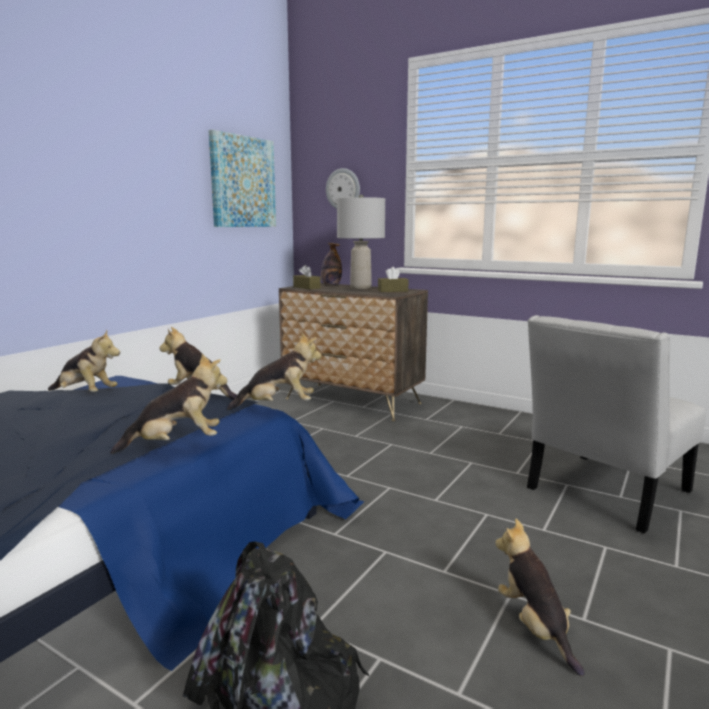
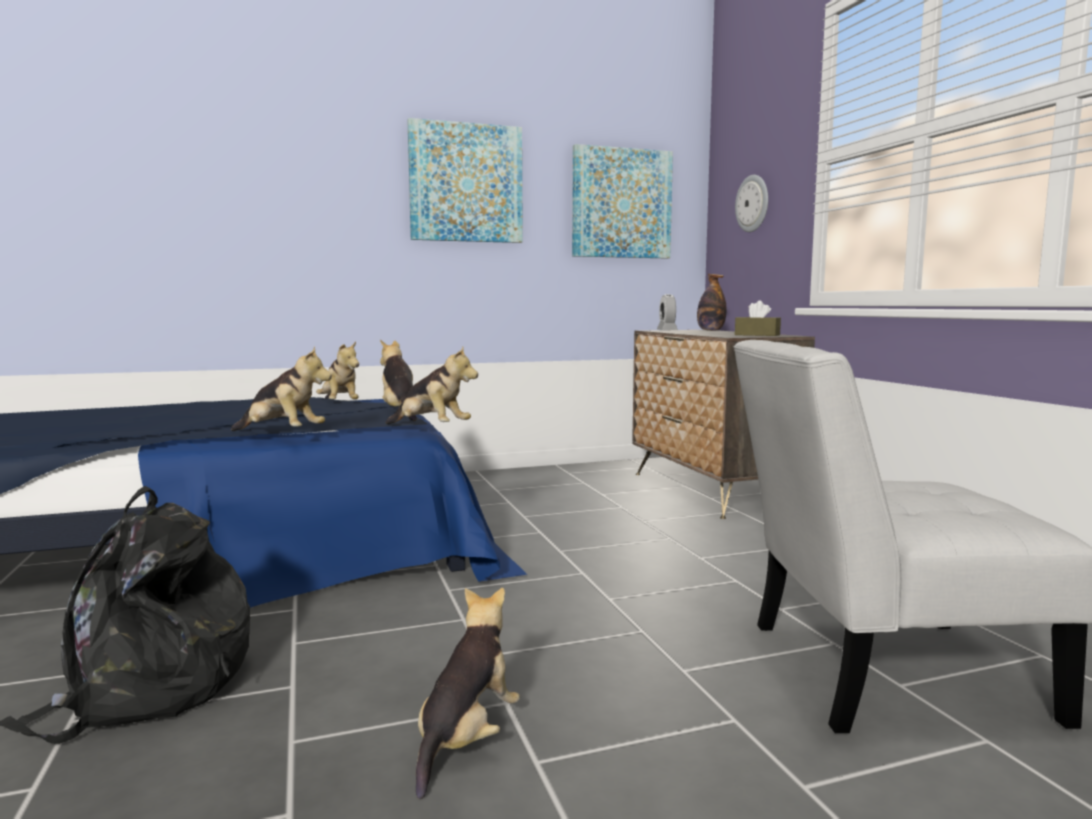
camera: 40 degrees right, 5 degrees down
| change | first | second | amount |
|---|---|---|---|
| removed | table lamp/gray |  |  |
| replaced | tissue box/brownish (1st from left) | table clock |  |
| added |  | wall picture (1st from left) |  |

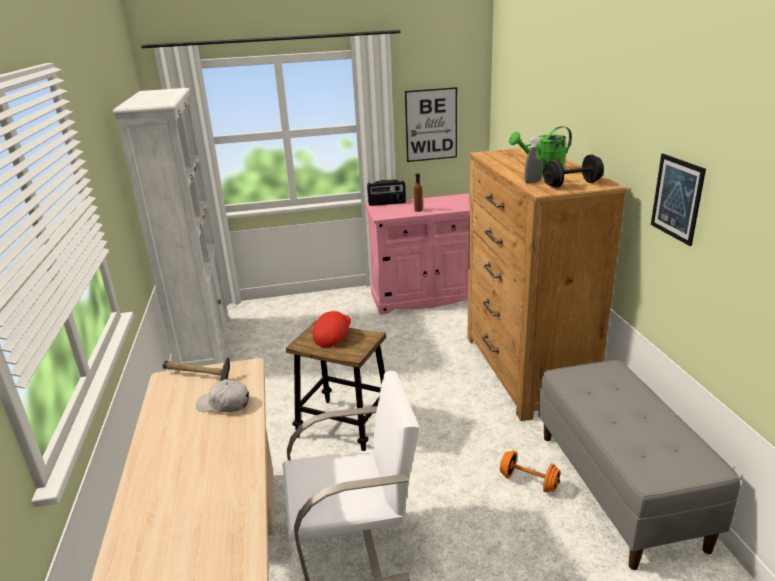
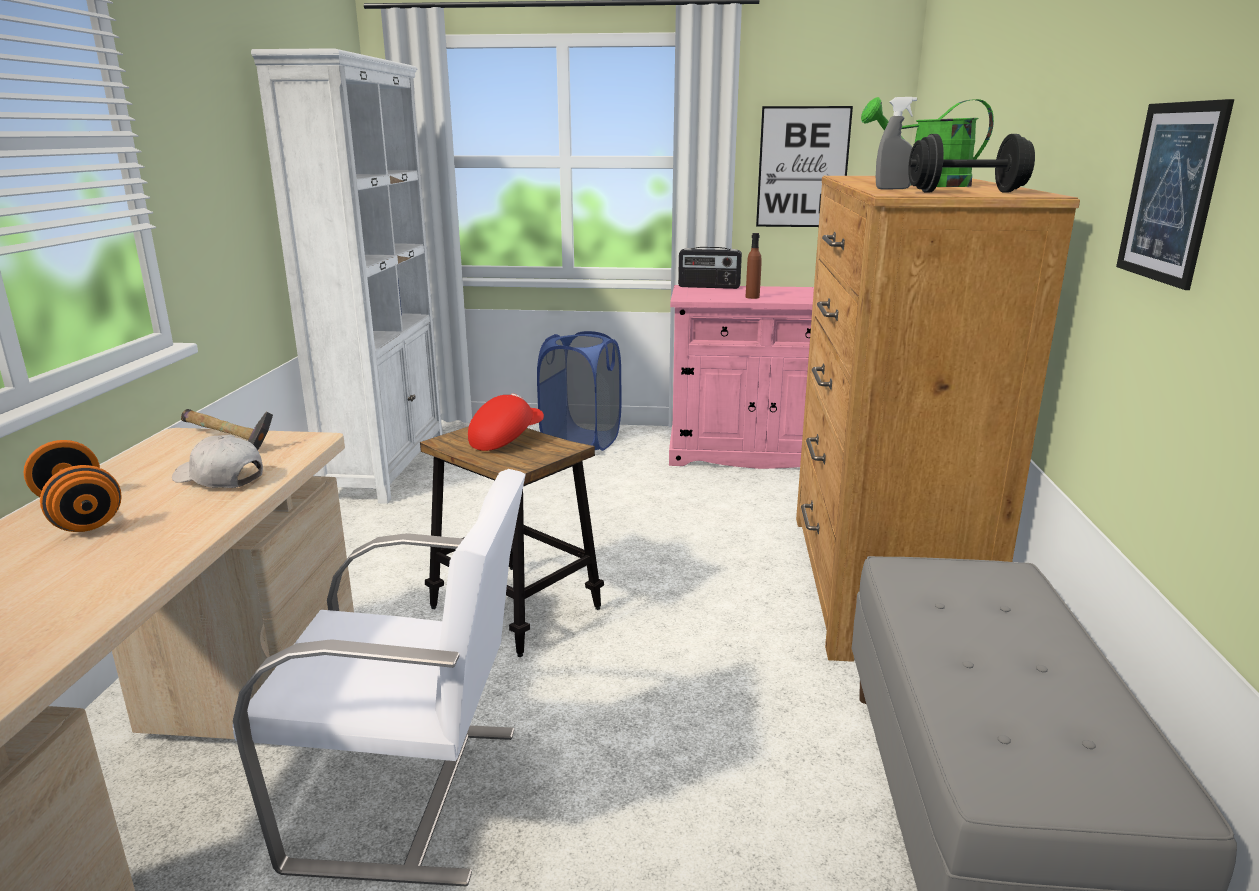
camera: 15 degrees right, 5 degrees down
| change | first | second | amount |
|---|---|---|---|
| moved | free weight/orange-coloured |  |  |
| added |  | washing basket/blue |  |

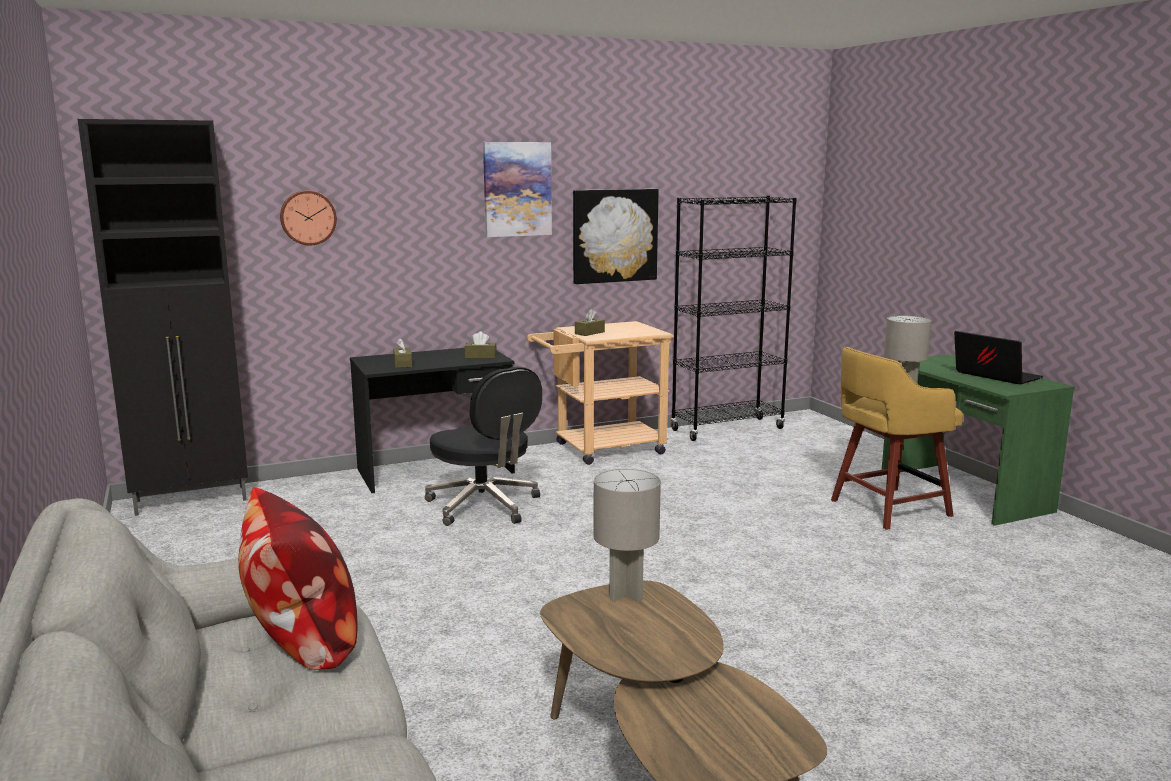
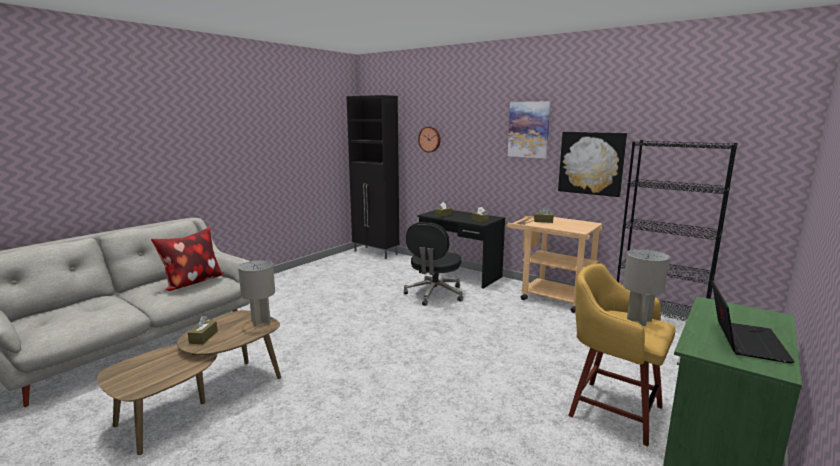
camera: 60 degrees right, 0 degrees up
| change | first | second | amount |
|---|---|---|---|
| added |  | tissue box/brownish (1st from left) |  |

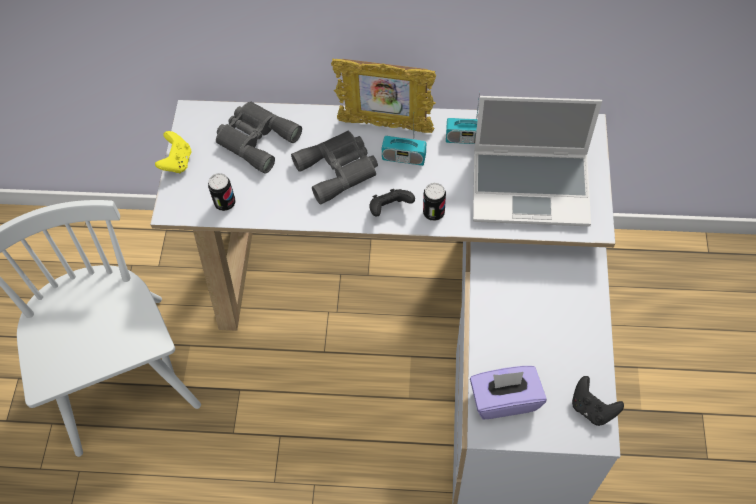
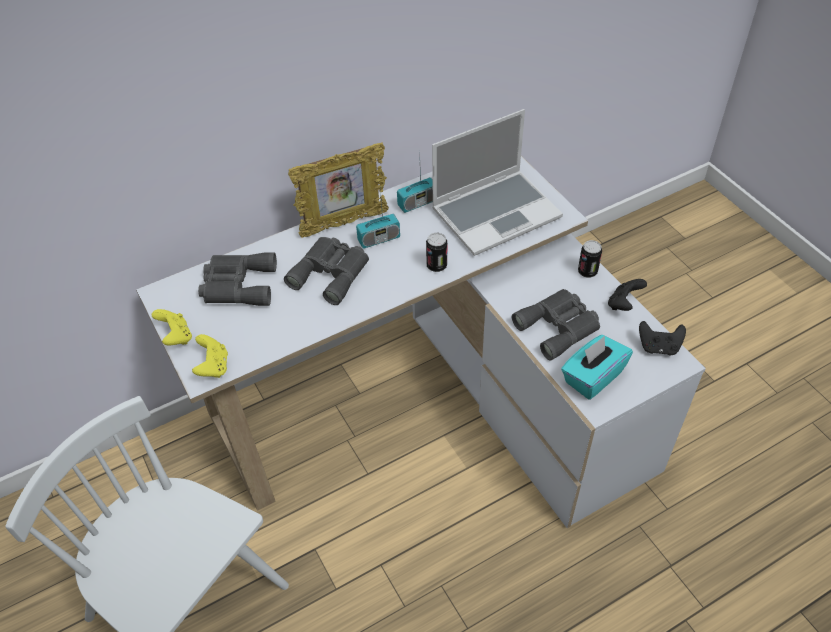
camera: 35 degrees left, 10 degrees down
| change | first | second | amount |
|---|---|---|---|
| moved | can (1st from left in the first image) | can (2nd from left) |  |
| moved | game controller/black (1st from left) |  |  |
| recoloured | tissue box/purplish | tissue box/turquoise |  |
| added |  | binoculars/gray (3rd from left) |  |
| added |  | game controller/yellow-coloured (2nd from left) |  |

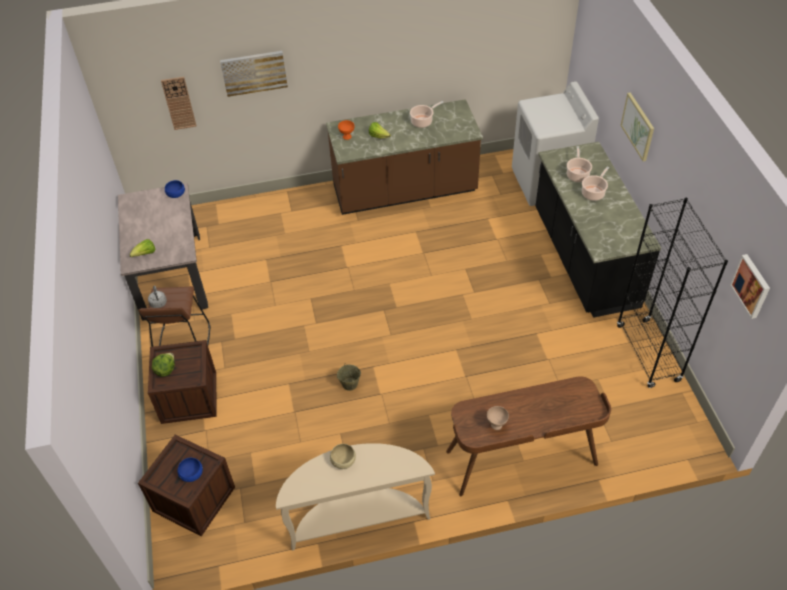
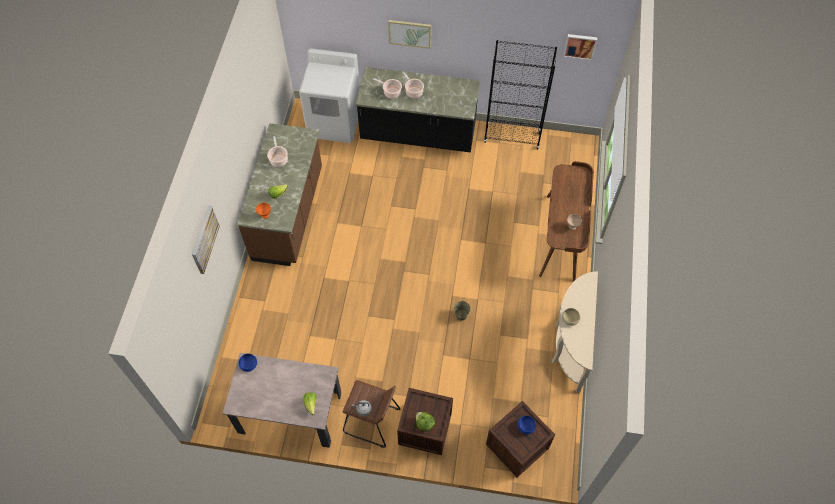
camera: 70 degrees left, 10 degrees up
| change | first | second | amount |
|---|---|---|---|
| removed | wall clock |  |  |

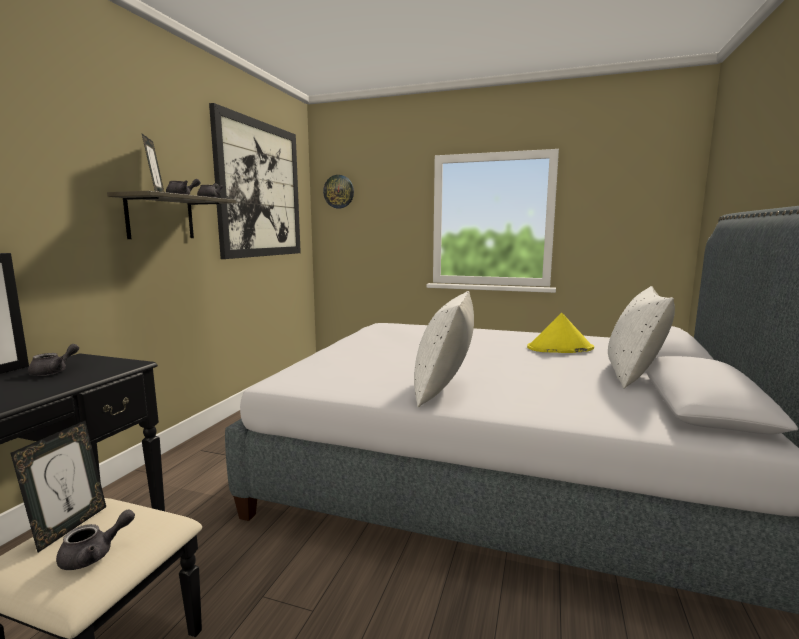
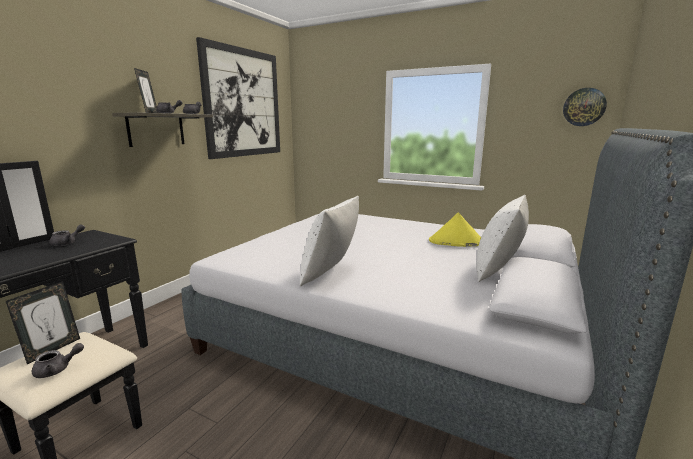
camera: 10 degrees right, 5 degrees up
| change | first | second | amount |
|---|---|---|---|
| moved | wall clock |  |  |

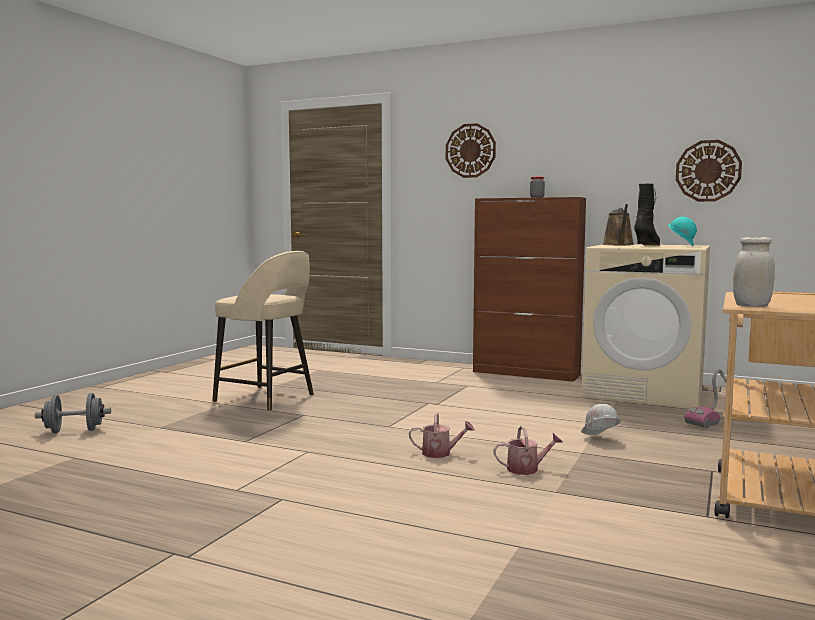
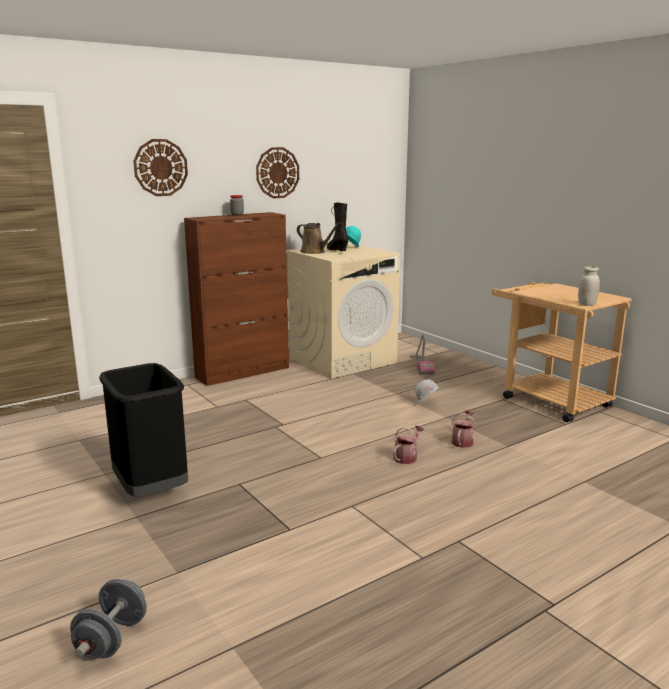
camera: 60 degrees left, 10 degrees up
| change | first | second | amount |
|---|---|---|---|
| moved | wall clock (2nd from left) |  |  |
| replaced | stool/beige | waste bin/black |  |

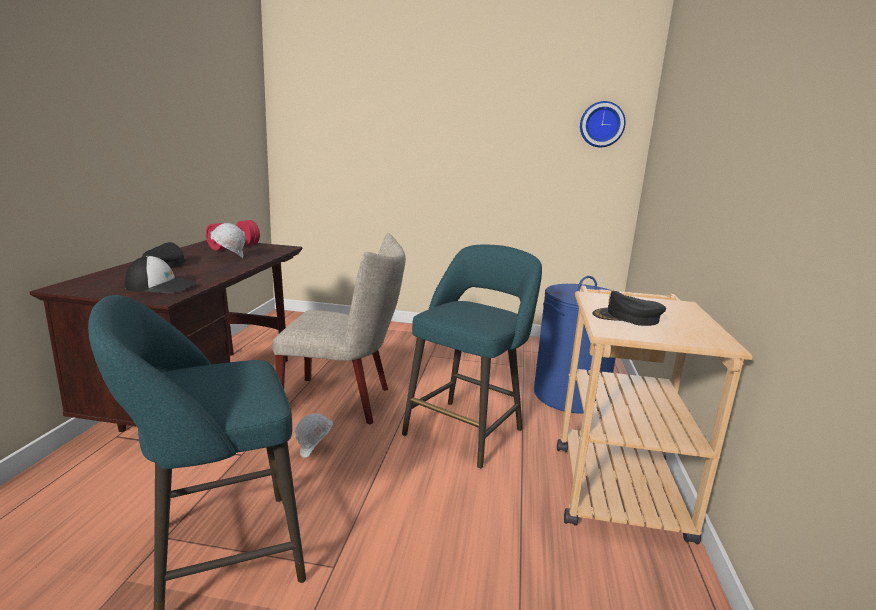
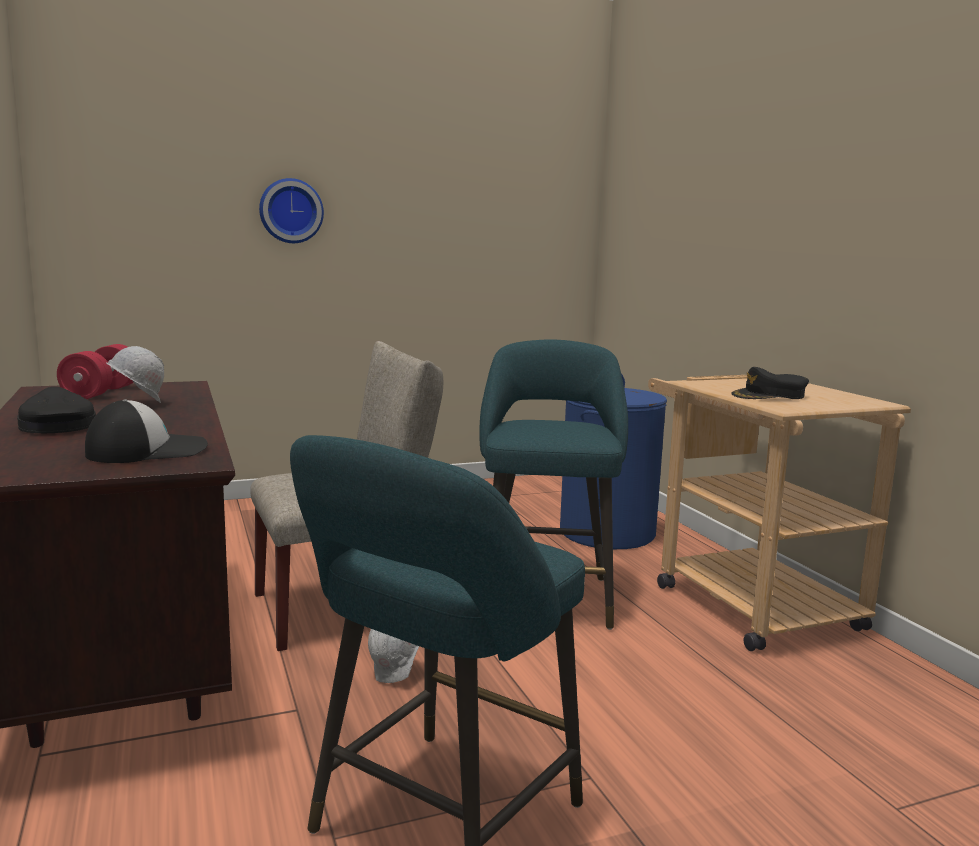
camera: 30 degrees left, 5 degrees down
| change | first | second | amount |
|---|---|---|---|
| moved | wall clock |  |  |

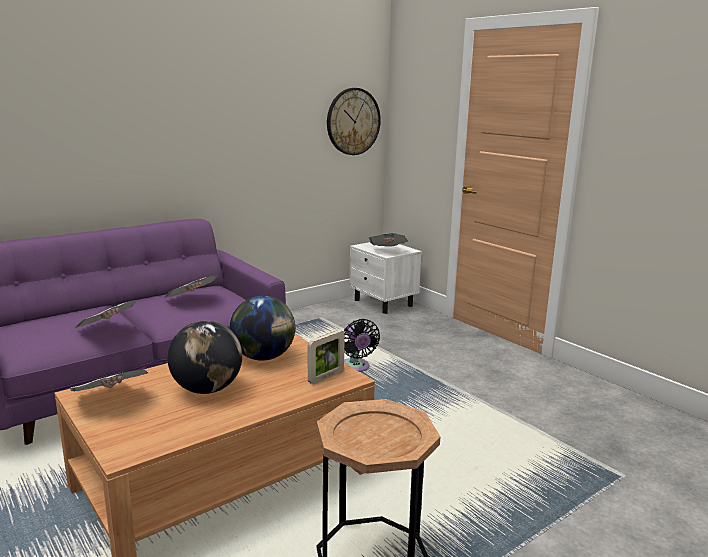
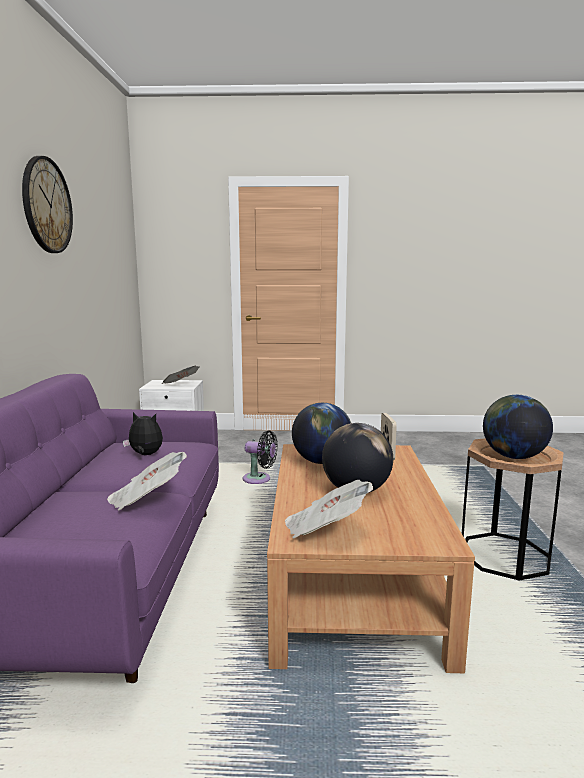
camera: 50 degrees left, 5 degrees down
| change | first | second | amount |
|---|---|---|---|
| moved | wall clock |  |  |
| replaced | newspaper (3rd from left) | soft toy |  |
| added |  | globe (3rd from left) |  |

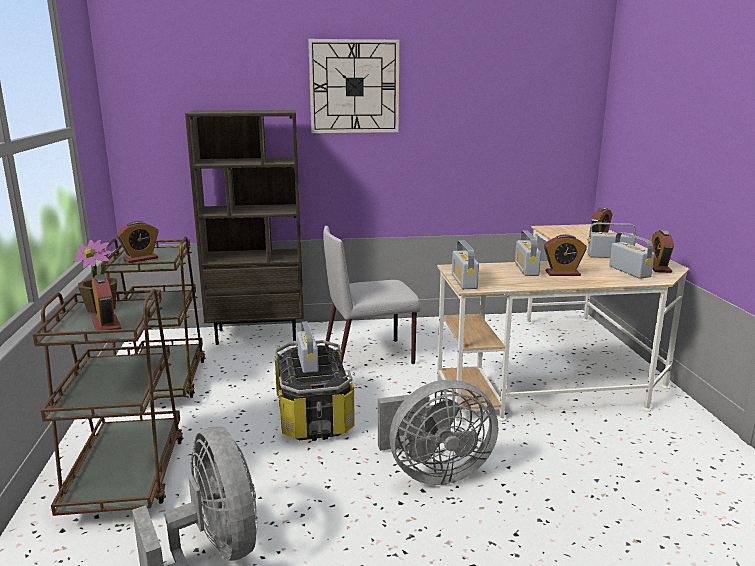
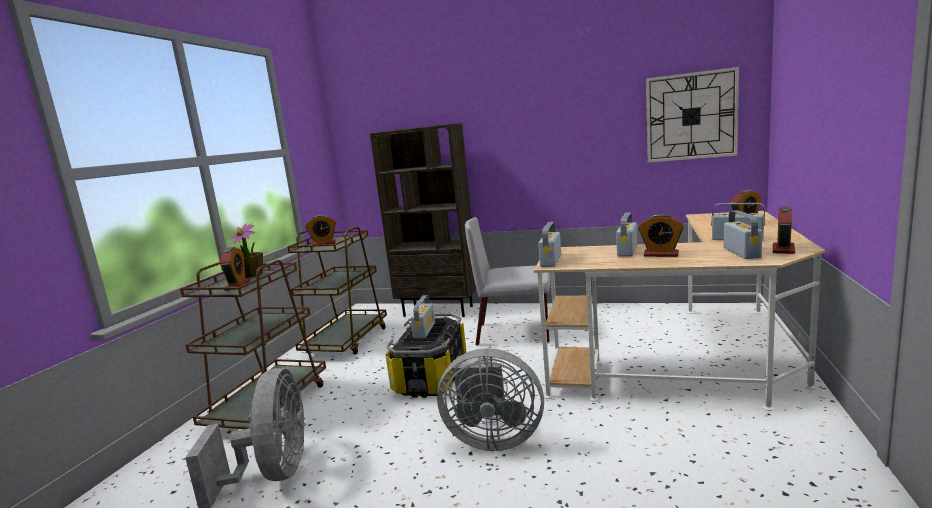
camera: 25 degrees right, 5 degrees down
| change | first | second | amount |
|---|---|---|---|
| moved | wall clock |  |  |

